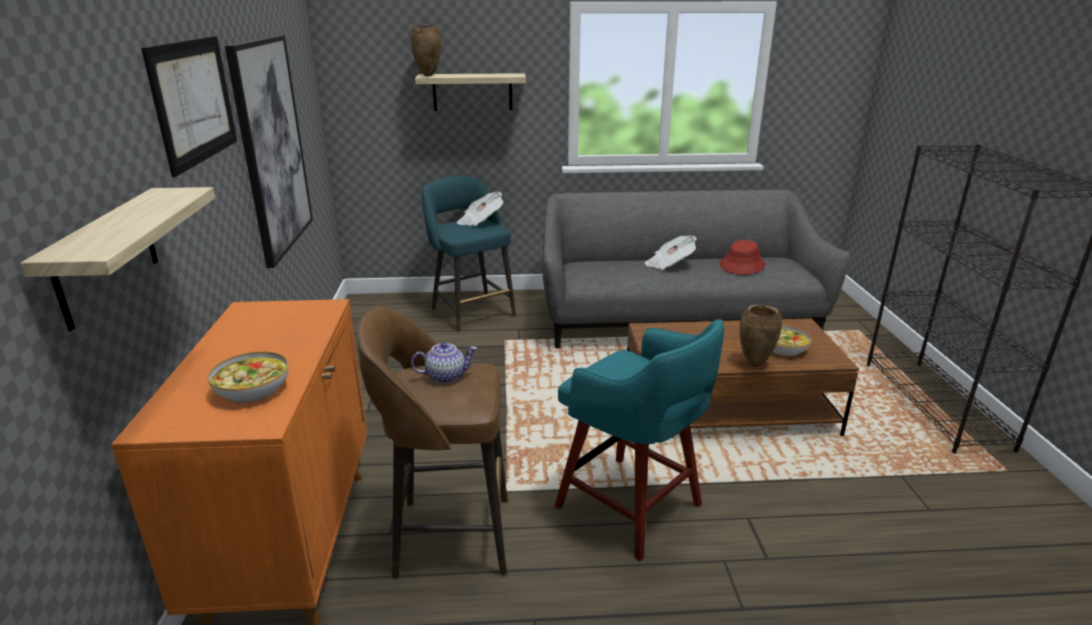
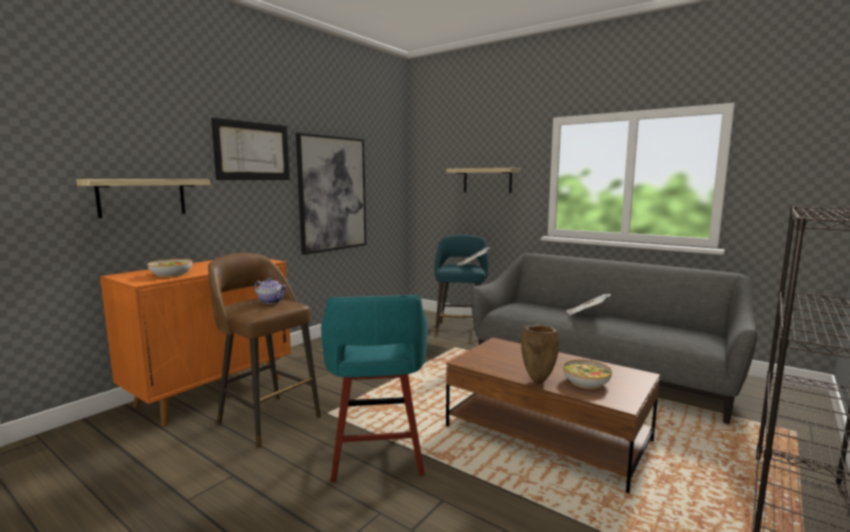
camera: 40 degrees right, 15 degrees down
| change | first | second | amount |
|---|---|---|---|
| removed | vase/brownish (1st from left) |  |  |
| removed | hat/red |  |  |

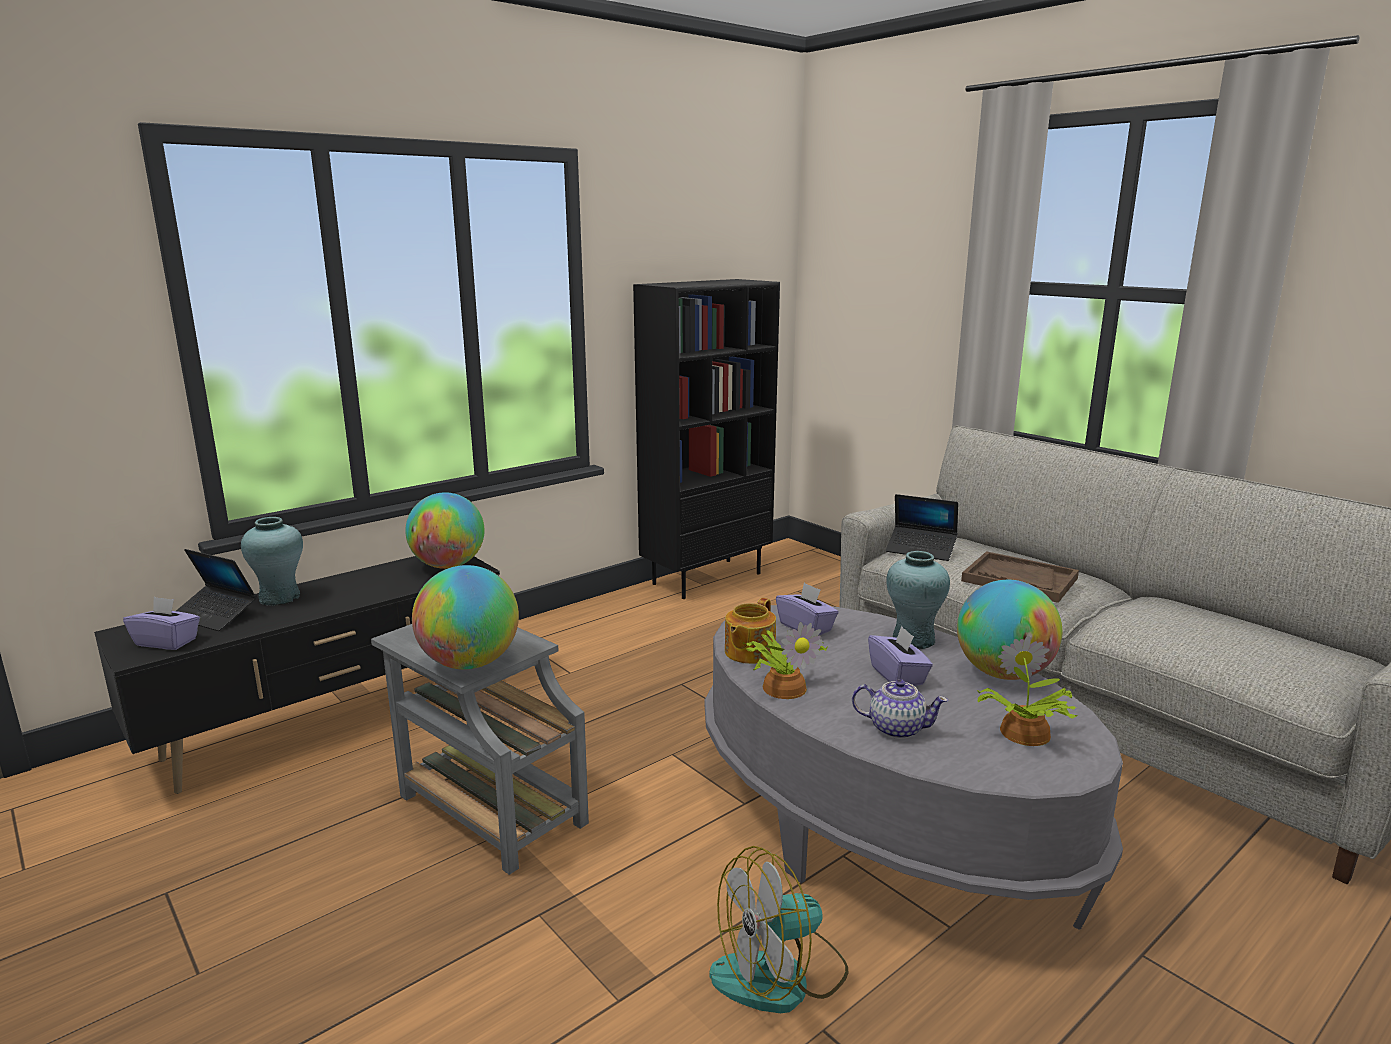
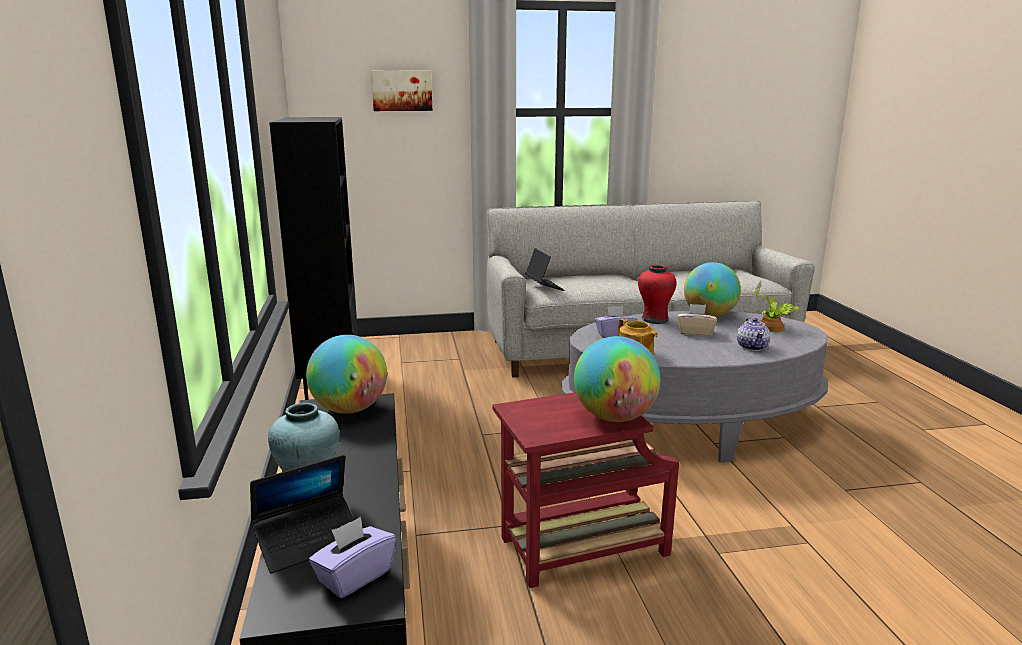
camera: 60 degrees left, 0 degrees up
| change | first | second | amount |
|---|---|---|---|
| turned | portable computer (2nd from left) |  | 75 degrees counterclockwise |
| recoloured | vase/turquoise (2nd from left) | vase/red |  |
| removed | tray/brownish |  |  |
| removed | houseplant (1st from left) |  |  |
| recoloured | side table/gray | side table/red |  |
| recoloured | tissue box/purplish (3rd from left) | tissue box/beige |  |
| turned | teapot (2nd from left) |  | 135 degrees clockwise |
| removed | fan |  |  |
| added |  | wall picture |  |

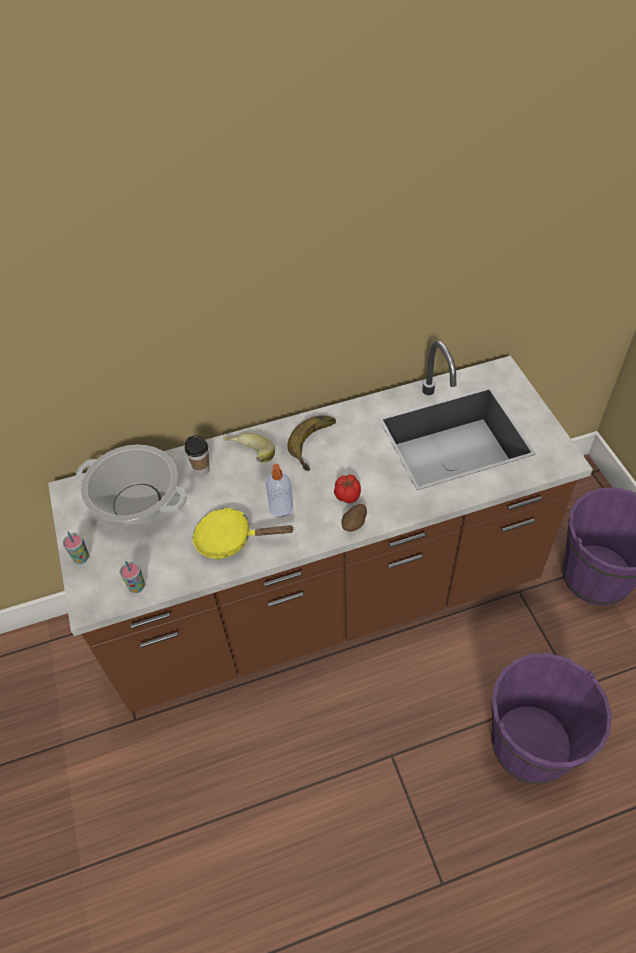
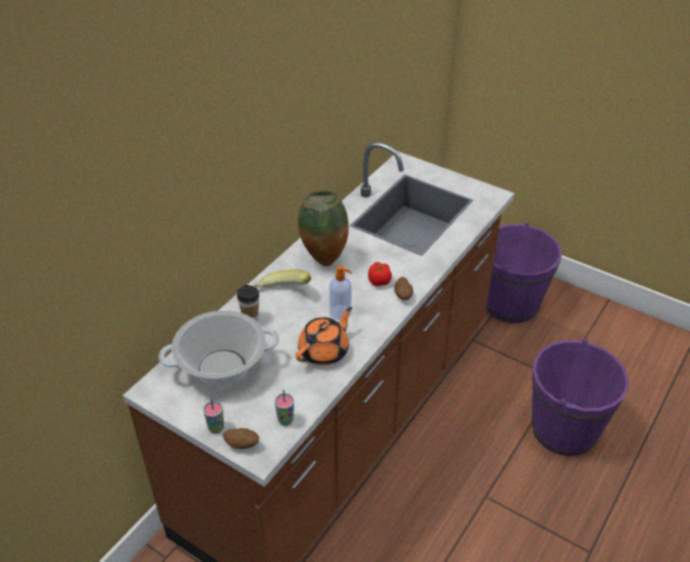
camera: 40 degrees left, 10 degrees down
| change | first | second | amount |
|---|---|---|---|
| replaced | banana (2nd from left) | vase |  |
| replaced | frying pan/yellow-coloured | teapot/orange-coloured |  |
| added |  | spud (1st from left) |  |

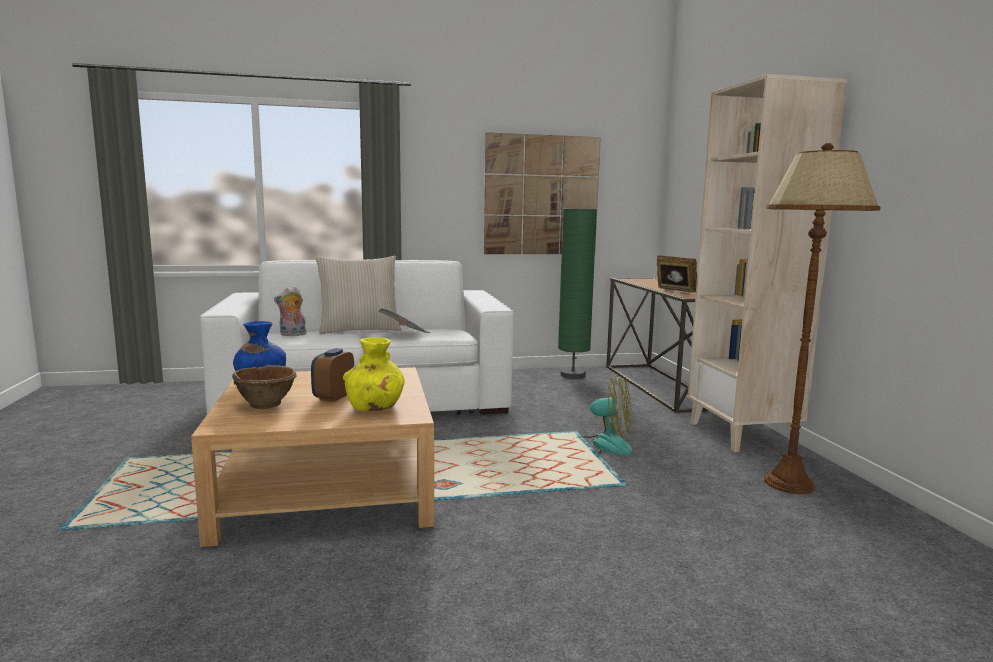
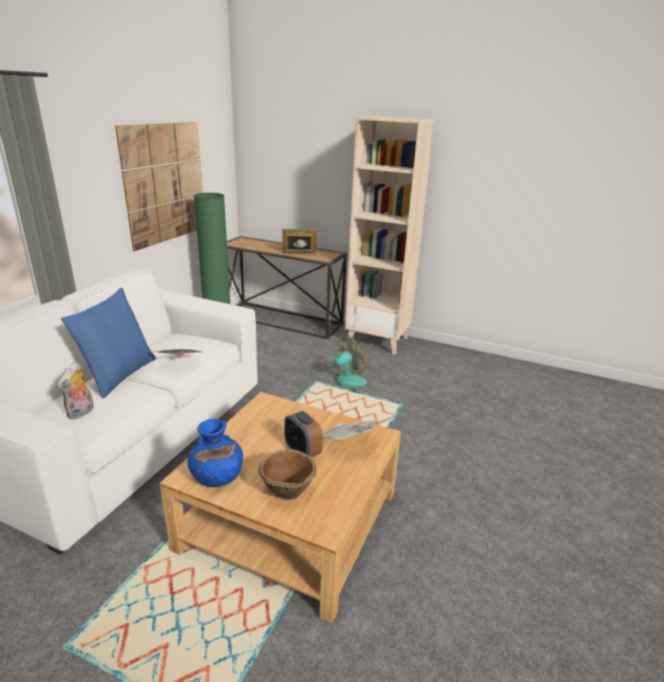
camera: 55 degrees left, 15 degrees up
| change | first | second | amount |
|---|---|---|---|
| removed | floor lamp/brownish |  |  |
| recoloured | pillow/beige | pillow/blue |  |
| replaced | vase/yellow-coloured | newspaper (2nd from left) |  |

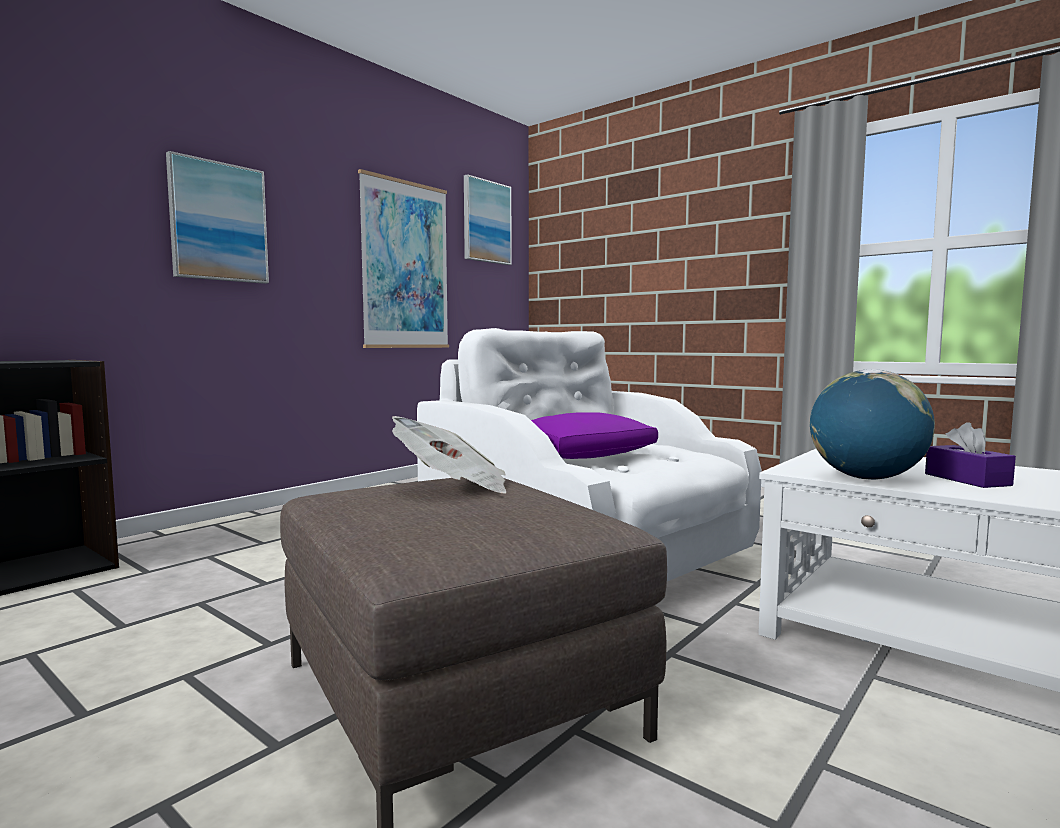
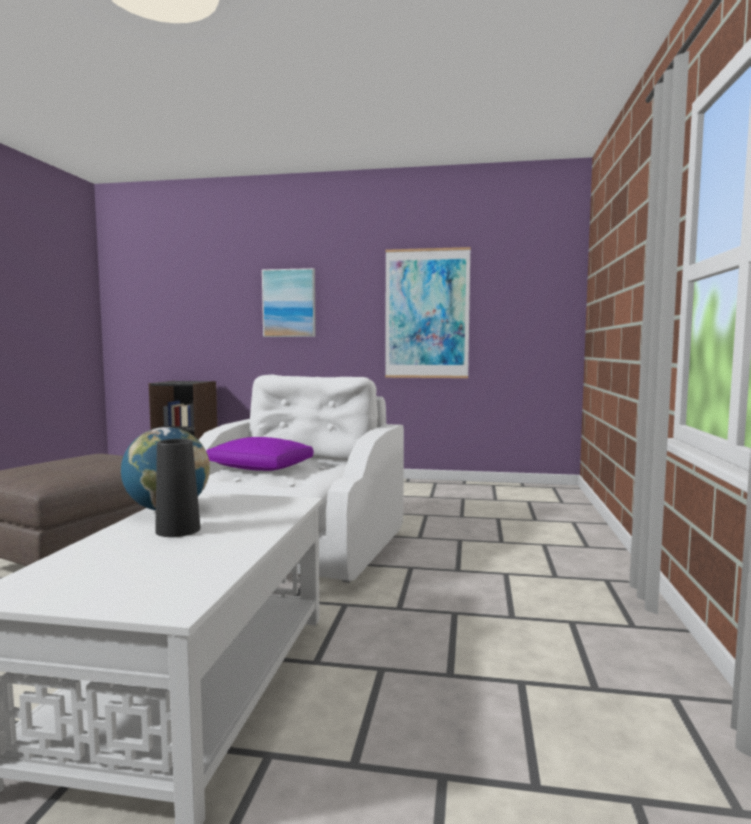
camera: 60 degrees right, 0 degrees up
| change | first | second | amount |
|---|---|---|---|
| removed | wall picture (3rd from left) |  |  |
| removed | newspaper |  |  |
| replaced | tissue box/purplish | vase/black |  |

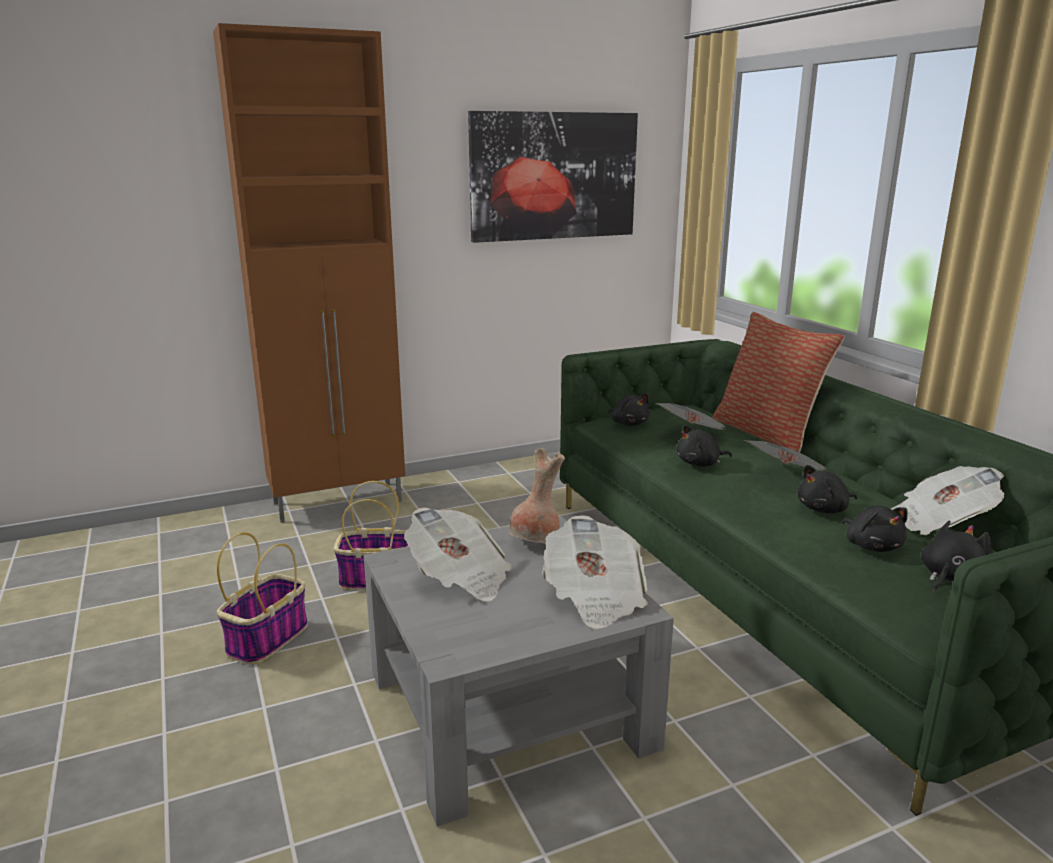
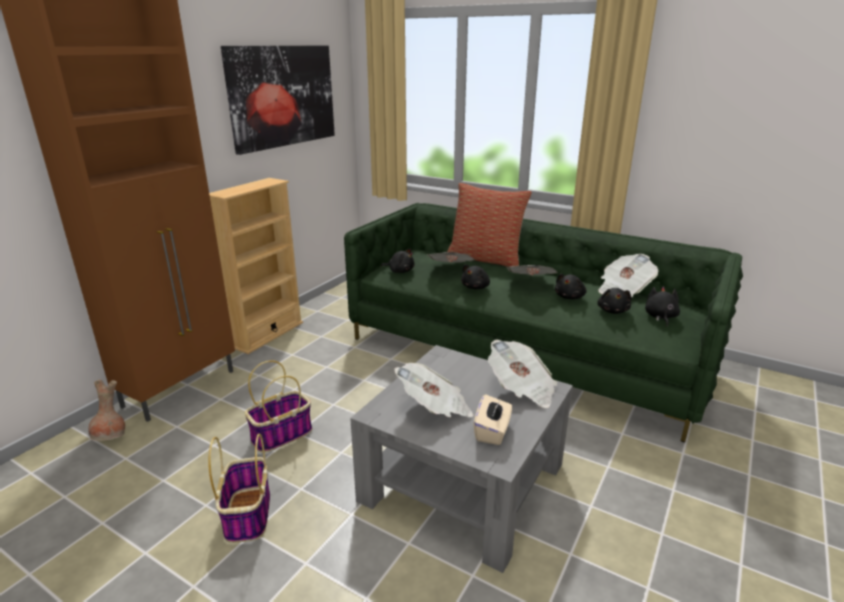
camera: 35 degrees left, 5 degrees up
| change | first | second | amount |
|---|---|---|---|
| moved | vase/brownish |  |  |
| turned | soft toy/black (4th from left) |  | 60 degrees clockwise |
| added |  | bookshelf/beige |  |
| added |  | tissue box/beige |  |

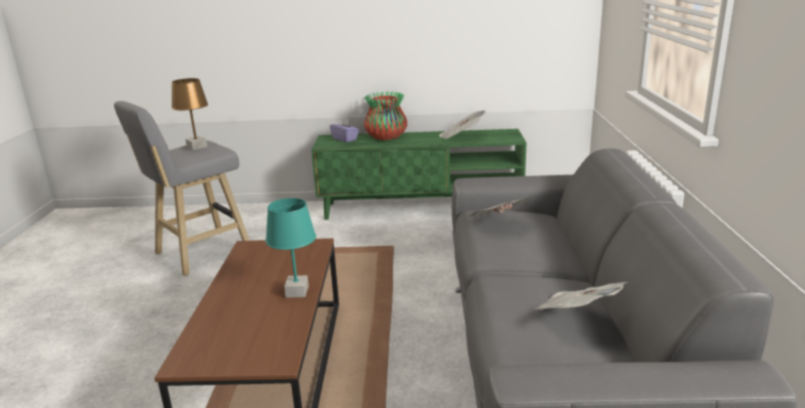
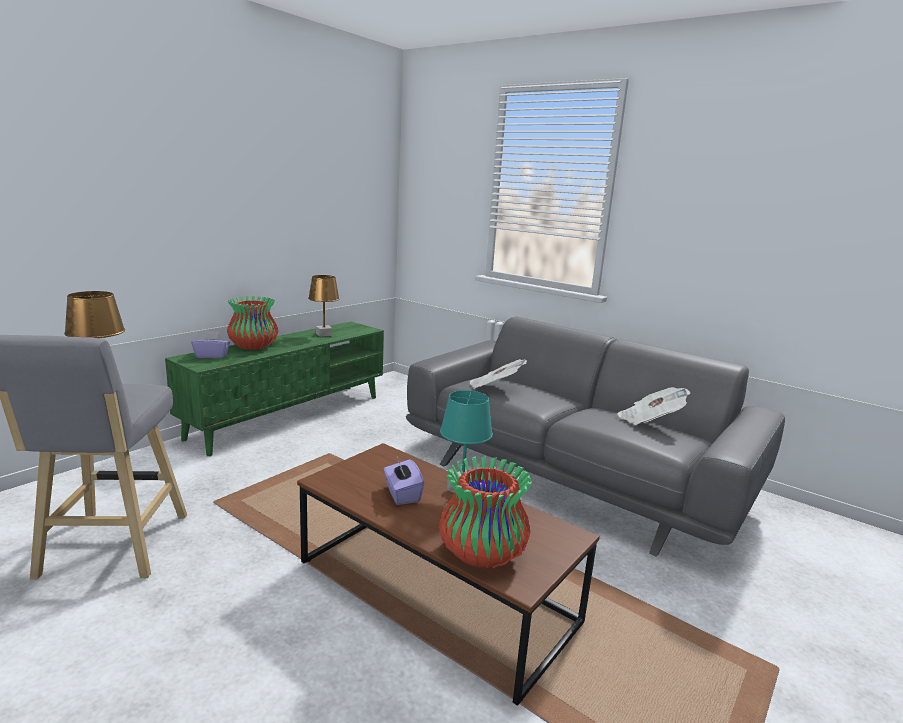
camera: 55 degrees left, 5 degrees down
| change | first | second | amount |
|---|---|---|---|
| replaced | newspaper (1st from left) | table lamp/brownish (2nd from left) |  |
| added |  | vase (2nd from left) |  |
| added |  | tissue box/purplish (2nd from left) |  |

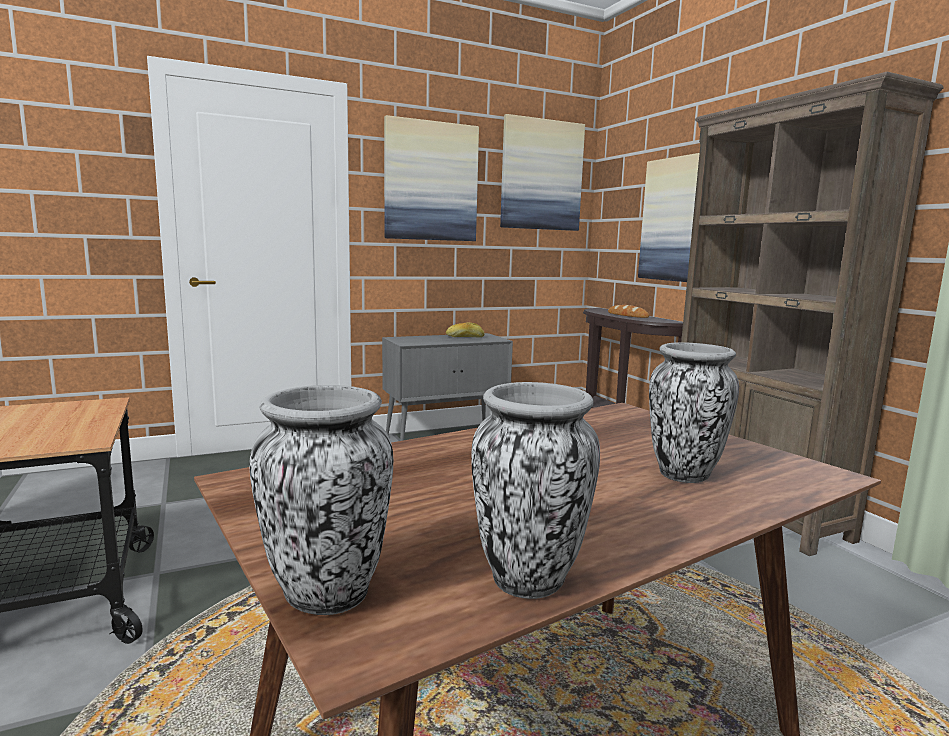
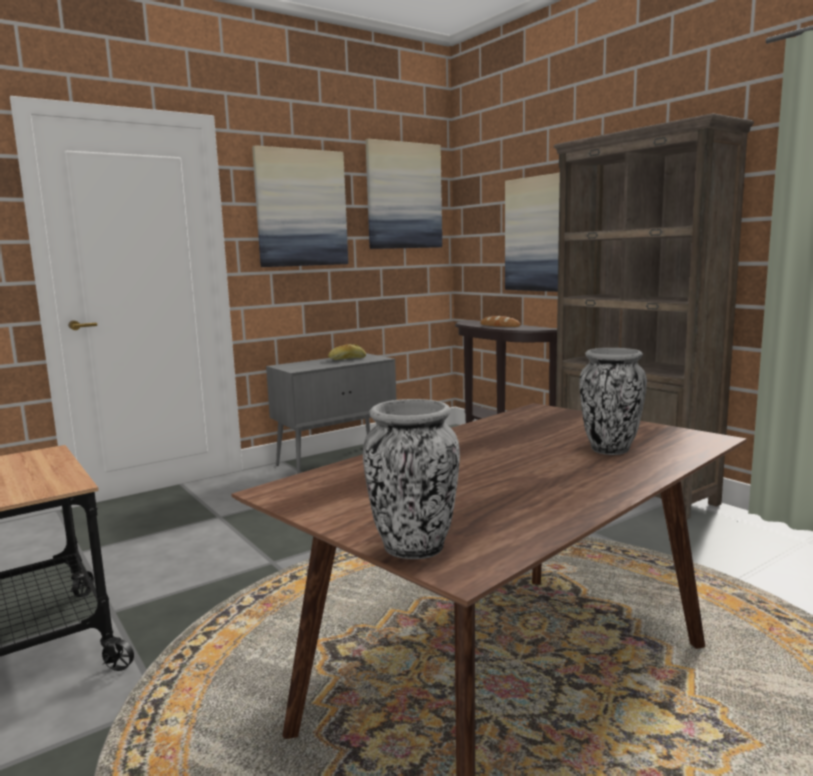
camera: 10 degrees left, 0 degrees up
| change | first | second | amount |
|---|---|---|---|
| removed | vase (2nd from left) |  |  |

